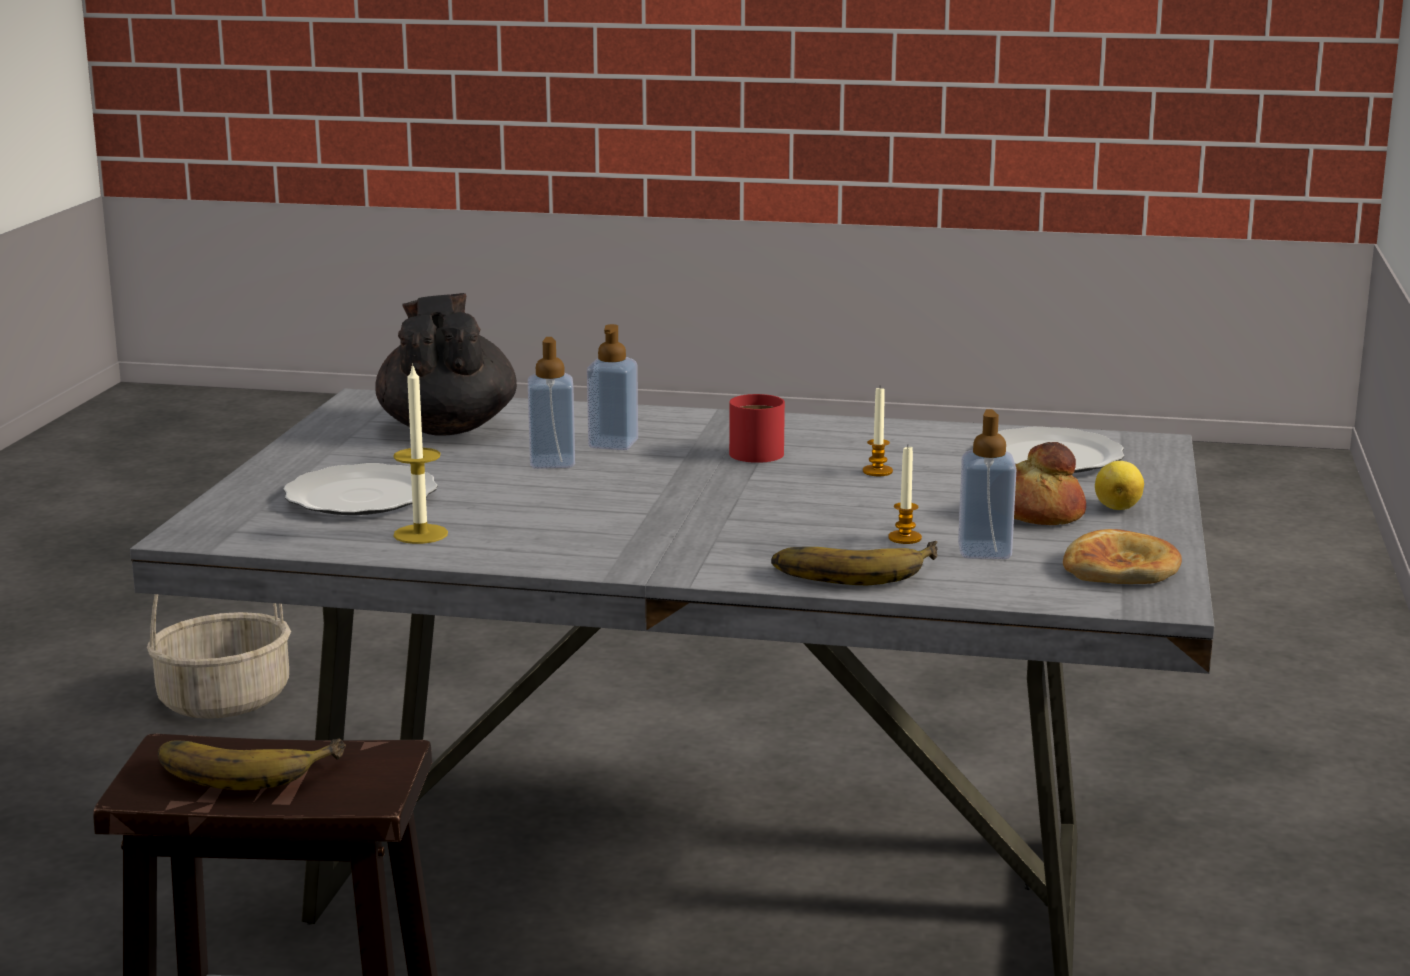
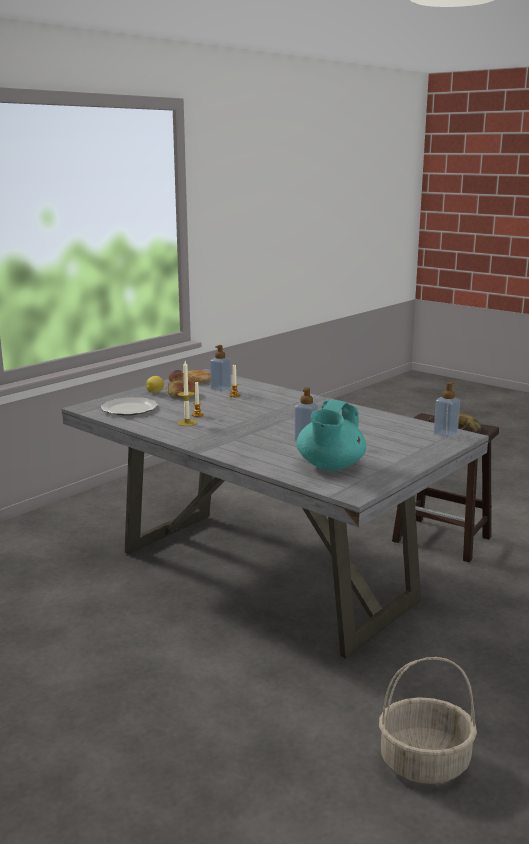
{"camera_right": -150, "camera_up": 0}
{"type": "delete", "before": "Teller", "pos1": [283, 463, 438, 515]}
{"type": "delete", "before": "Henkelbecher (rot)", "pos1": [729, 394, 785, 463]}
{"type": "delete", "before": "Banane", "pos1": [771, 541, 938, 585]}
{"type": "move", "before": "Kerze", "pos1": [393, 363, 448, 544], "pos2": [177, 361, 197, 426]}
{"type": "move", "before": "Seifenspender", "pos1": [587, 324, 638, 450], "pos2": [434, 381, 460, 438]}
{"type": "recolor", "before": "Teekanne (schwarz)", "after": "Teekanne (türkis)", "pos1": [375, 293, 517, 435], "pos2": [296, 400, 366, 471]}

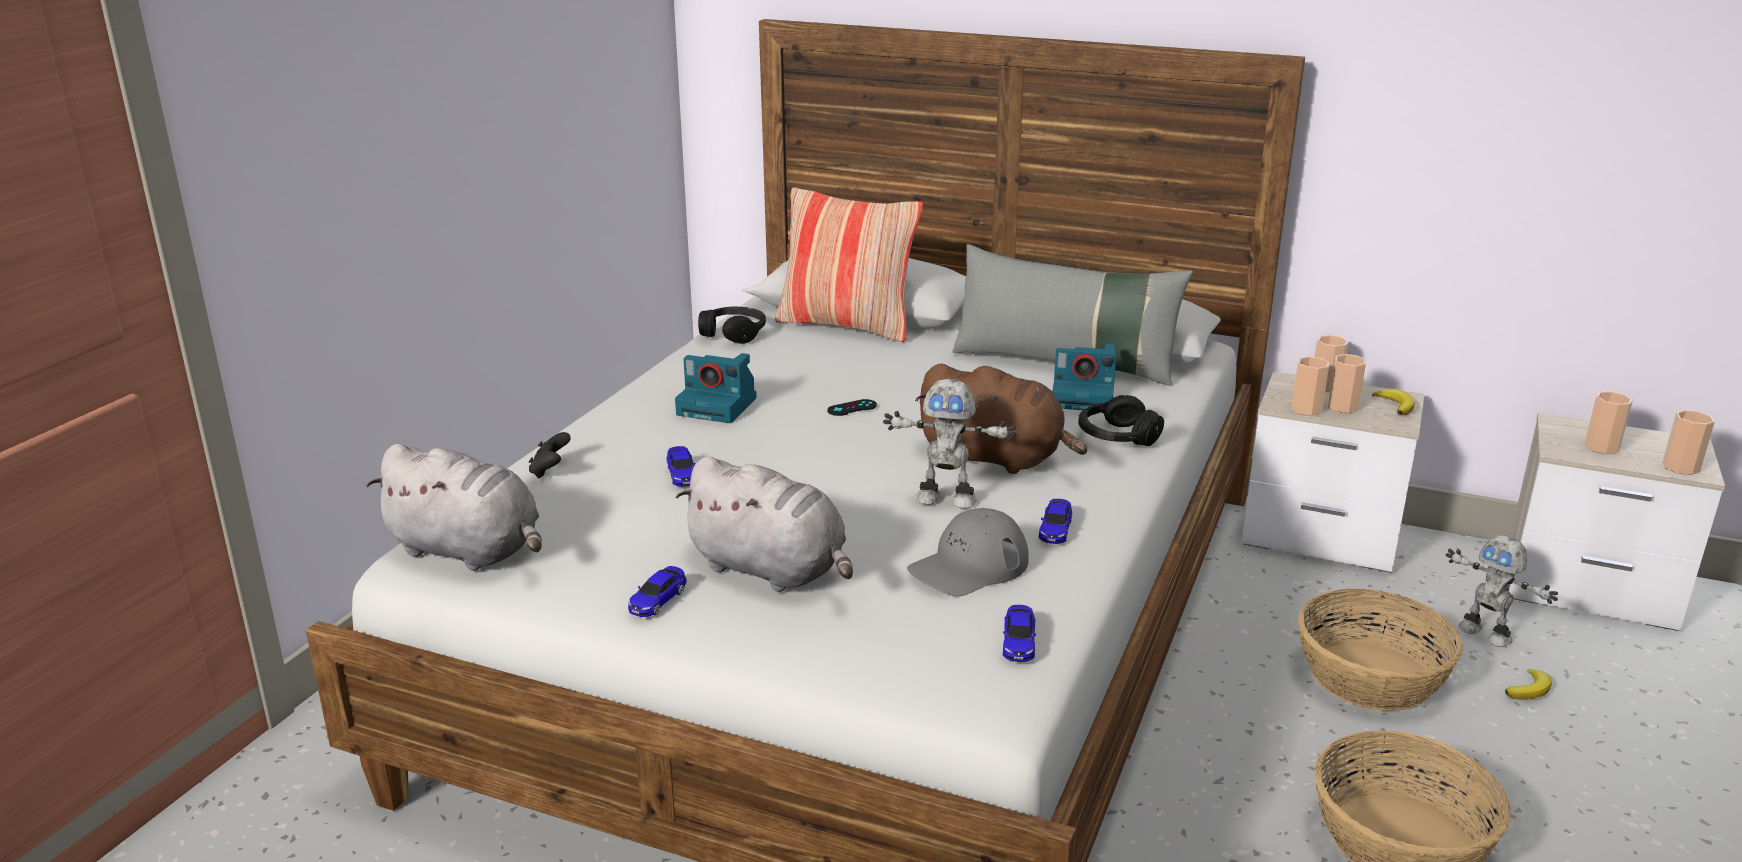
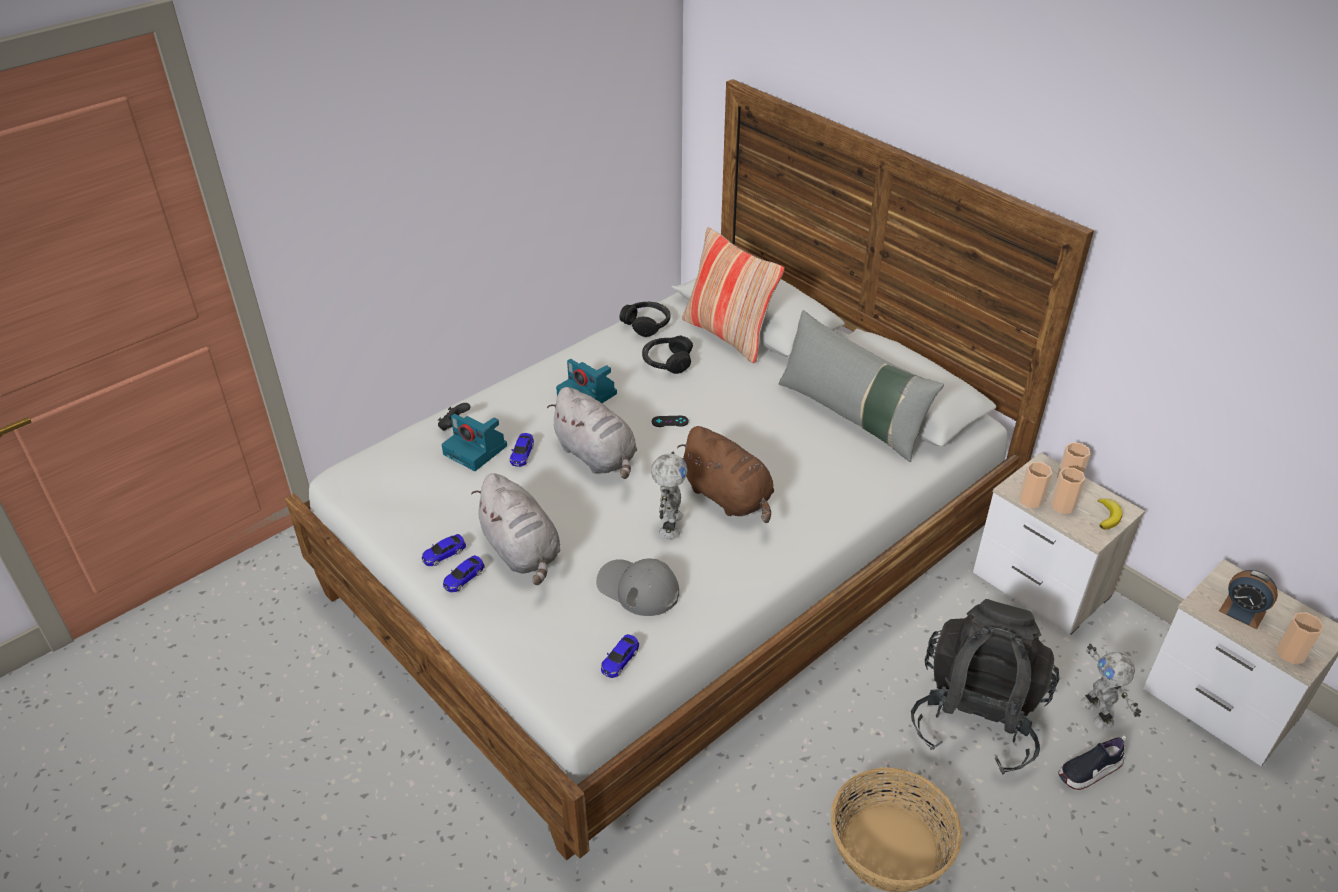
{"camera_right": 25, "camera_up": 15}
{"type": "move", "before": "Plüschtier (grau)", "pos1": [366, 444, 542, 571], "pos2": [547, 387, 637, 479]}
{"type": "move", "before": "Spielzeugauto", "pos1": [1039, 499, 1072, 544], "pos2": [443, 555, 485, 592]}
{"type": "move", "before": "Kamera", "pos1": [1052, 344, 1116, 410], "pos2": [441, 414, 507, 471]}
{"type": "move", "before": "Kopfhörer (schwarz)", "pos1": [1078, 395, 1164, 446], "pos2": [642, 336, 693, 374]}
{"type": "replace", "before": "Korb", "after": "Rucksack (schwarz)", "pos1": [1298, 589, 1463, 711], "pos2": [911, 599, 1059, 774]}
{"type": "replace", "before": "Banane", "after": "Schuh", "pos1": [1505, 669, 1552, 700], "pos2": [1058, 735, 1127, 790]}
{"type": "replace", "before": "Tasse", "after": "Wecker", "pos1": [1584, 391, 1633, 454], "pos2": [1219, 570, 1278, 629]}
{"type": "rotate", "before": "Spielzeugroboter", "pos1": [883, 379, 1017, 509], "pos2": [651, 452, 688, 539], "turn": -120}
{"type": "rotate", "before": "Kappe (grau)", "pos1": [907, 508, 1029, 596], "pos2": [596, 559, 679, 616], "turn": 45}

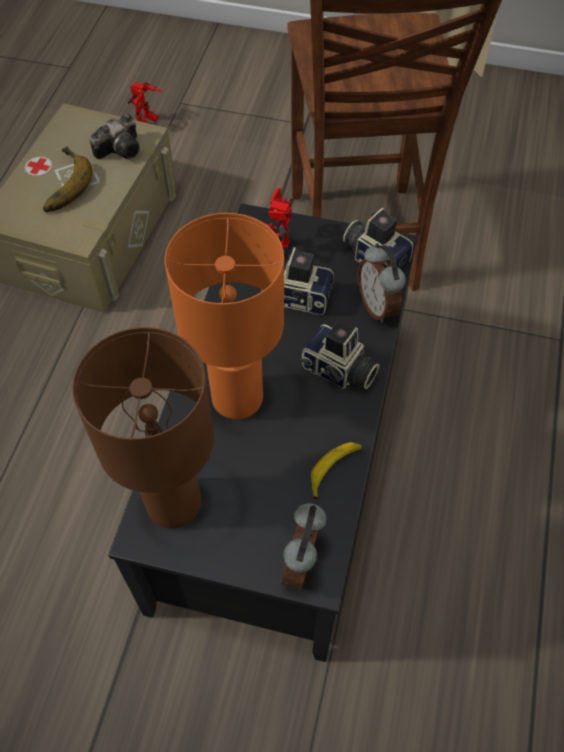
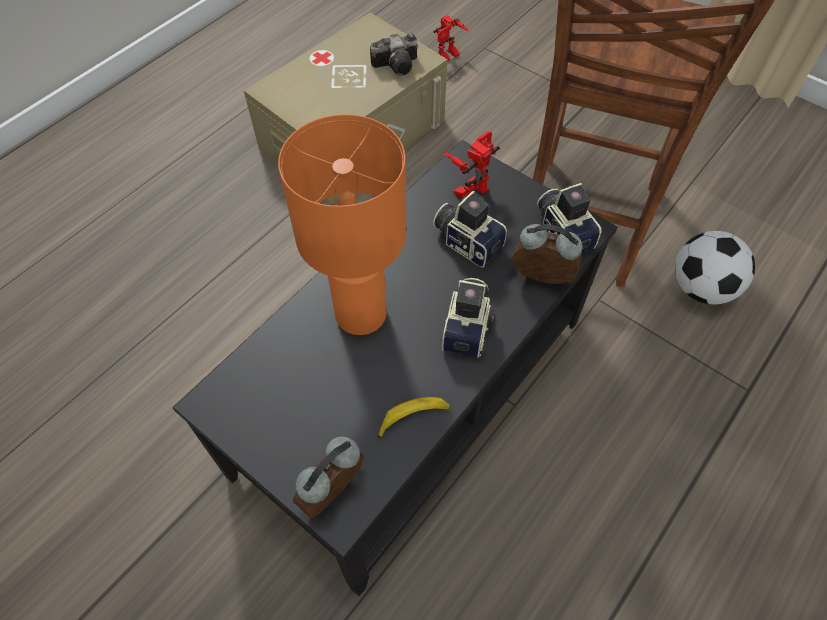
{"camera_right": 25, "camera_up": 0}
{"type": "delete", "before": "Banane", "pos1": [43, 147, 92, 212]}
{"type": "delete", "before": "Tischlampe (braun)", "pos1": [72, 327, 214, 529]}
{"type": "insert", "after": "Fußball", "pos2": [675, 231, 755, 304]}
{"type": "rotate", "before": "Kamera", "pos1": [299, 321, 379, 389], "pos2": [442, 278, 495, 358], "turn": -135}
{"type": "rotate", "before": "Wecker", "pos1": [357, 243, 406, 323], "pos2": [512, 224, 583, 284], "turn": 105}

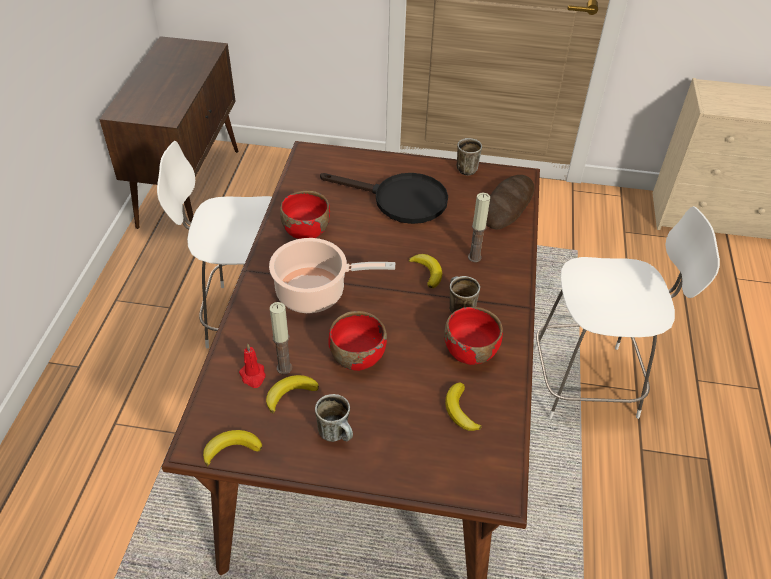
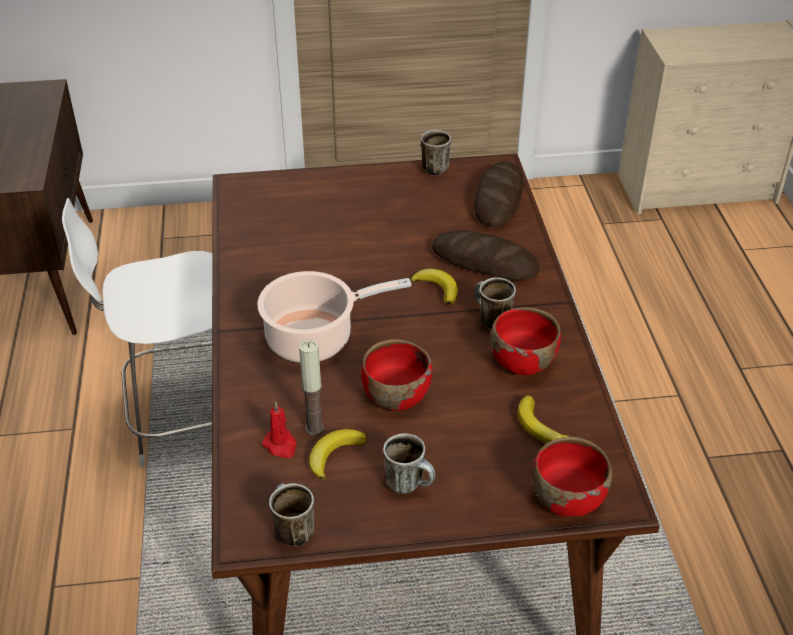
{"camera_right": -15, "camera_up": -5}
{"type": "delete", "before": "Pfanne (schwarz)", "pos1": [320, 173, 448, 224]}
{"type": "delete", "before": "Stuhl (weiß)", "pos1": [534, 206, 720, 419]}
{"type": "move", "before": "Schüssel (rot)", "pos1": [280, 191, 330, 239], "pos2": [532, 436, 612, 517]}
{"type": "replace", "before": "Banane", "after": "Henkelbecher", "pos1": [203, 430, 262, 466], "pos2": [269, 483, 314, 547]}
{"type": "replace", "before": "Kerze", "after": "Brot", "pos1": [468, 193, 490, 262], "pos2": [432, 231, 540, 280]}

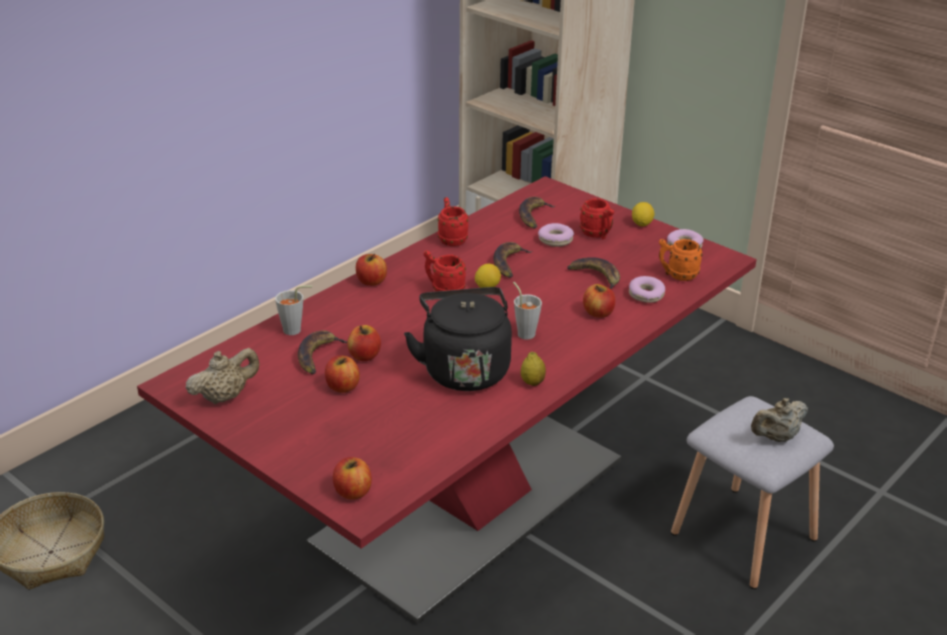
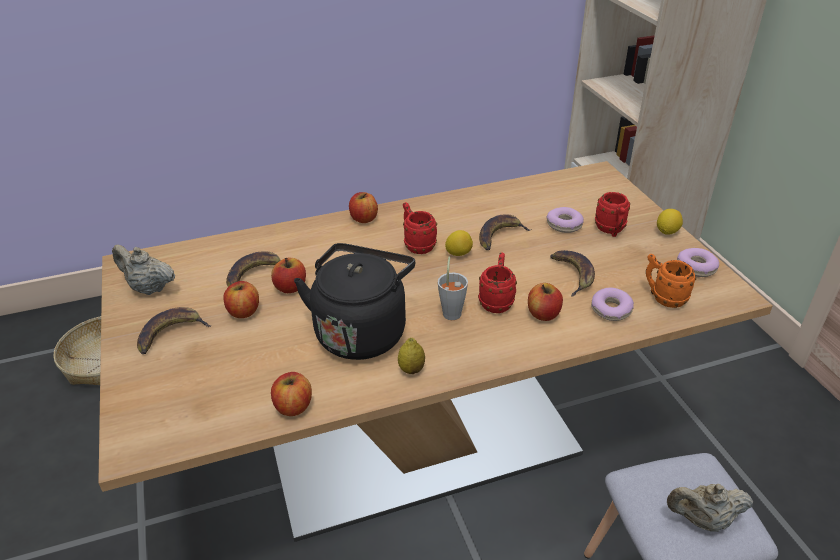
{"camera_right": 30, "camera_up": 5}
{"type": "delete", "before": "Tasse (grau)", "pos1": [275, 285, 313, 335]}
{"type": "move", "before": "Apfel", "pos1": [333, 457, 372, 500], "pos2": [271, 372, 312, 416]}
{"type": "move", "before": "Henkelbecher (rot)", "pos1": [438, 197, 468, 246], "pos2": [478, 253, 517, 313]}
{"type": "move", "before": "Banane", "pos1": [519, 197, 555, 229], "pos2": [137, 307, 211, 354]}
{"type": "recolor", "before": "Esstisch (rot)", "after": "Esstisch (beige)", "pos1": [137, 176, 757, 624], "pos2": [98, 161, 773, 542]}
{"type": "rotate", "before": "Teekanne (beige)", "pos1": [186, 348, 259, 404], "pos2": [112, 245, 175, 295], "turn": -150}

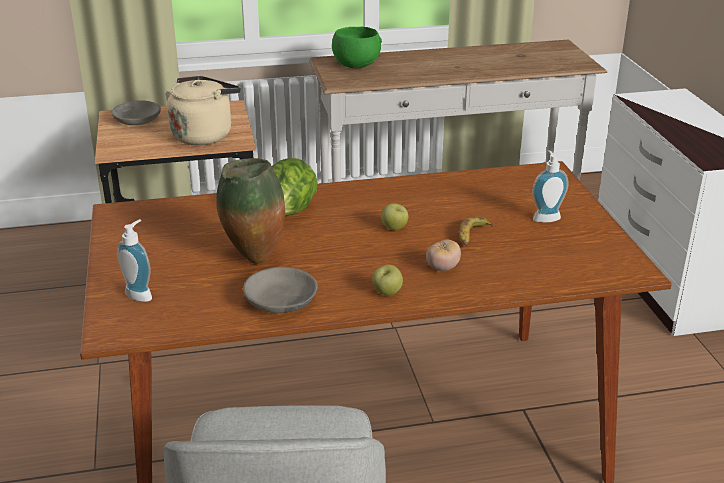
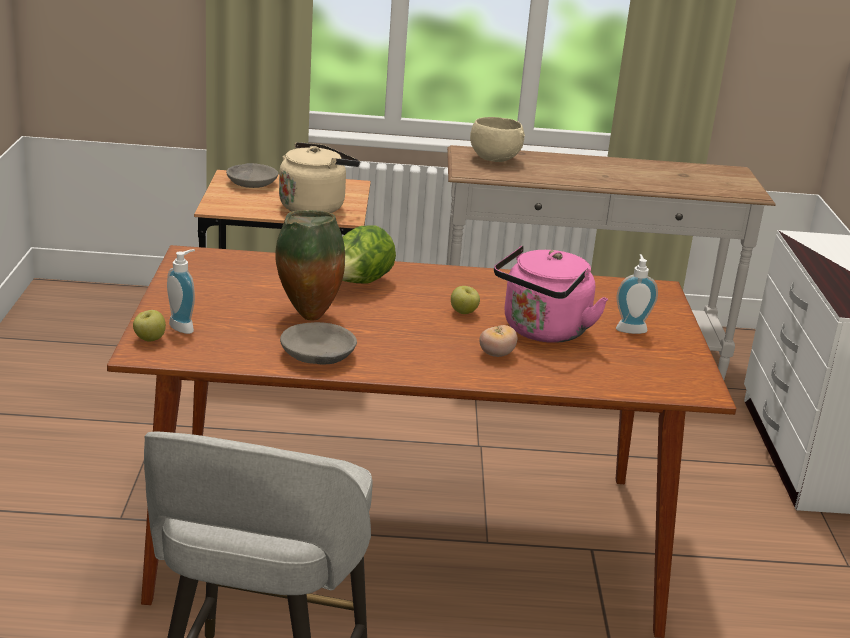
{"camera_right": 10, "camera_up": -5}
{"type": "move", "before": "Apfel", "pos1": [372, 265, 403, 295], "pos2": [133, 310, 166, 342]}
{"type": "replace", "before": "Banane", "after": "Wasserkessel (rosa)", "pos1": [459, 216, 493, 246], "pos2": [494, 246, 608, 343]}
{"type": "recolor", "before": "Schüssel (grün)", "after": "Schüssel (beige)", "pos1": [332, 27, 382, 68], "pos2": [470, 117, 525, 162]}

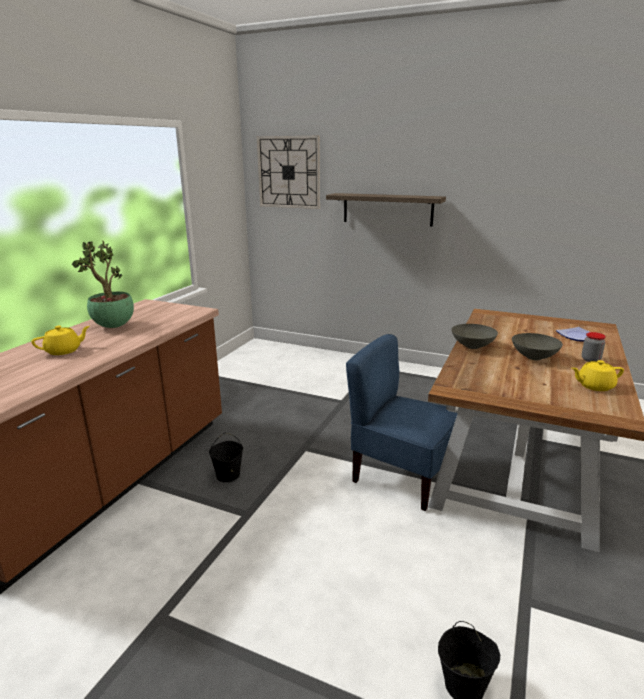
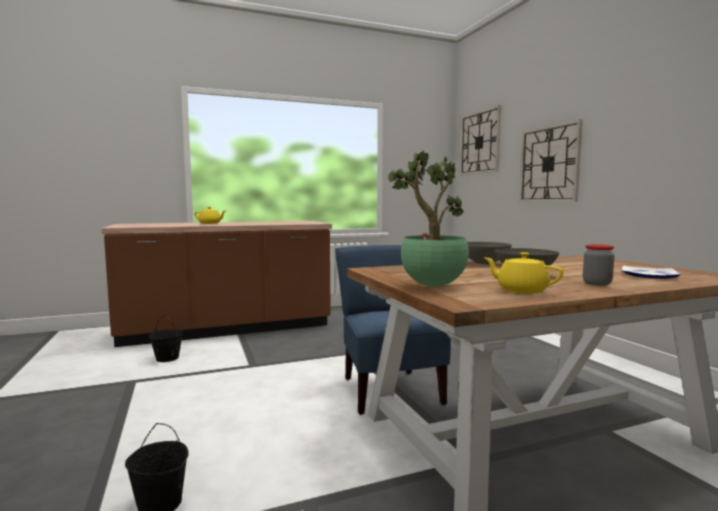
{"camera_right": 45, "camera_up": -15}
{"type": "move", "before": "Topfpflanze", "pos1": [72, 241, 134, 328], "pos2": [388, 150, 469, 287]}
{"type": "move", "before": "Eimer (schwarz)", "pos1": [209, 433, 243, 482], "pos2": [149, 316, 183, 362]}
{"type": "replace", "before": "Wandregal", "after": "Wanduhr", "pos1": [326, 193, 446, 227], "pos2": [519, 119, 583, 202]}

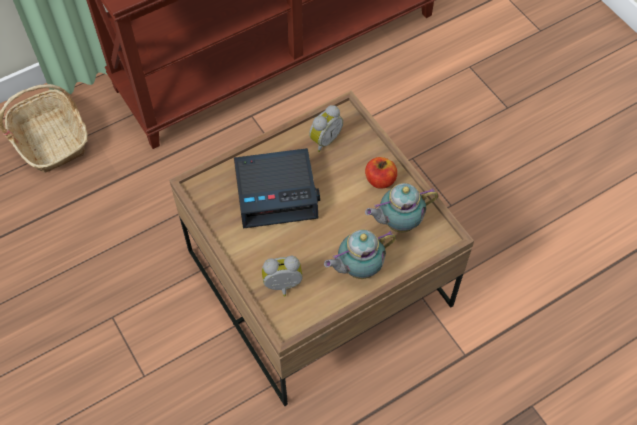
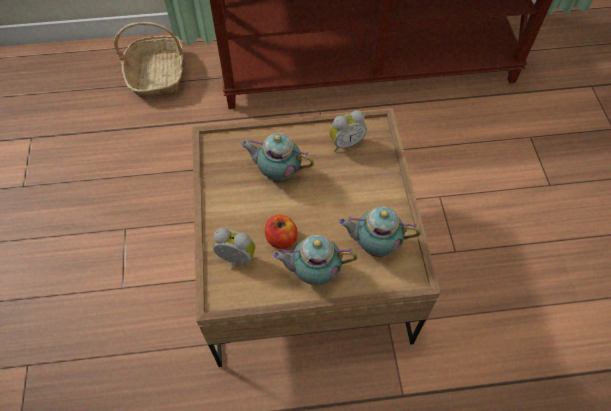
{"camera_right": 25, "camera_up": 0}
{"type": "move", "before": "Apfel", "pos1": [365, 157, 397, 189], "pos2": [265, 215, 298, 249]}
{"type": "replace", "before": "Wecker", "after": "Teekanne", "pos1": [234, 148, 320, 229], "pos2": [241, 133, 314, 183]}

